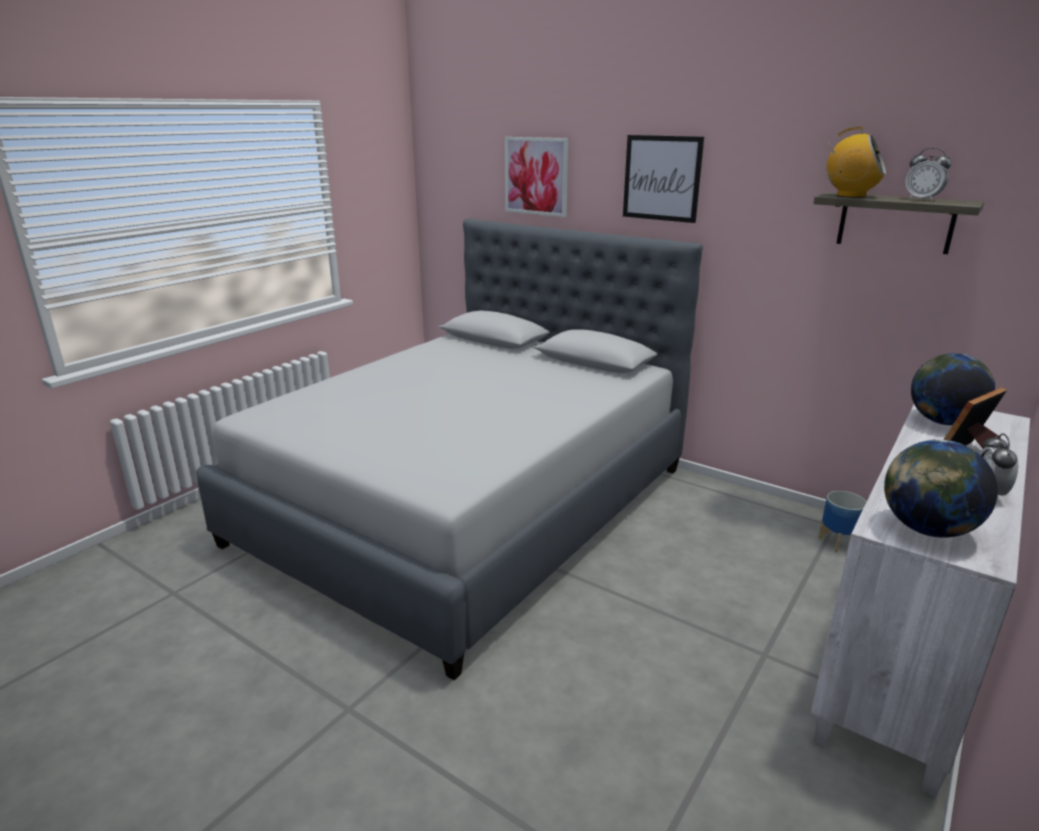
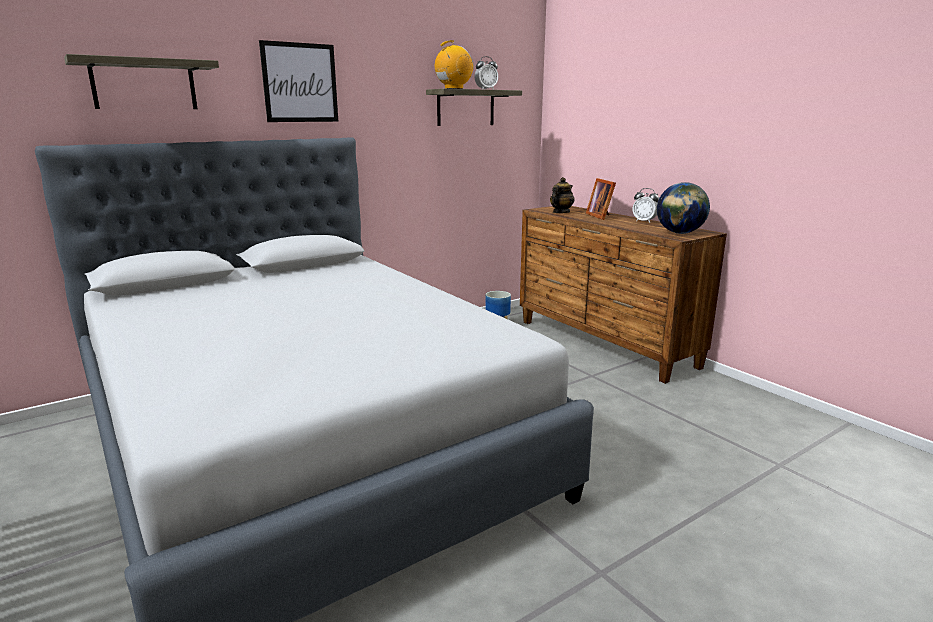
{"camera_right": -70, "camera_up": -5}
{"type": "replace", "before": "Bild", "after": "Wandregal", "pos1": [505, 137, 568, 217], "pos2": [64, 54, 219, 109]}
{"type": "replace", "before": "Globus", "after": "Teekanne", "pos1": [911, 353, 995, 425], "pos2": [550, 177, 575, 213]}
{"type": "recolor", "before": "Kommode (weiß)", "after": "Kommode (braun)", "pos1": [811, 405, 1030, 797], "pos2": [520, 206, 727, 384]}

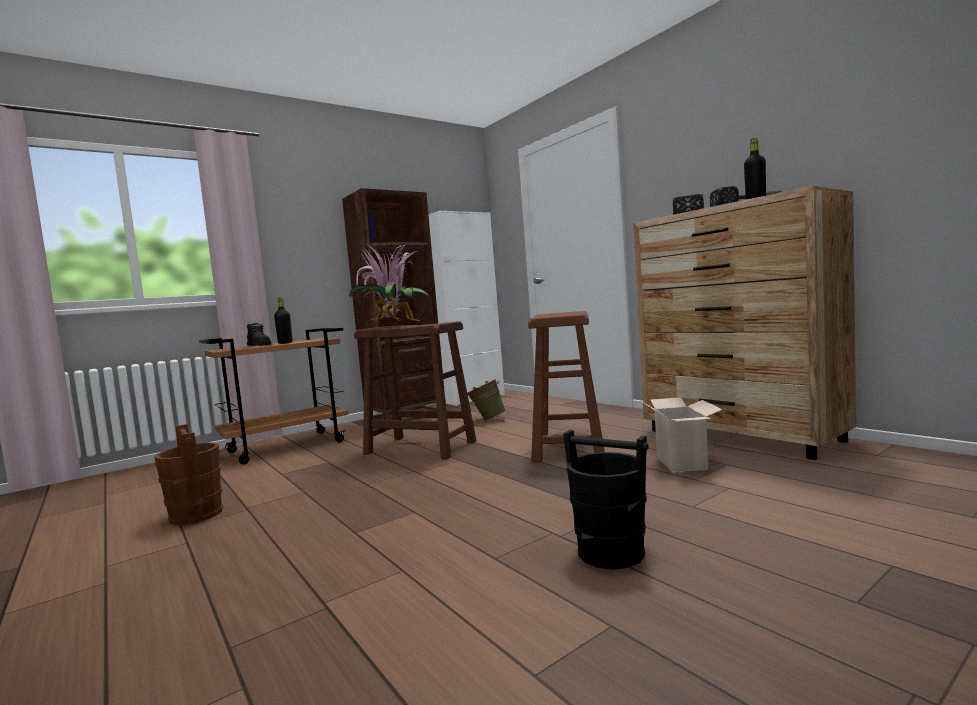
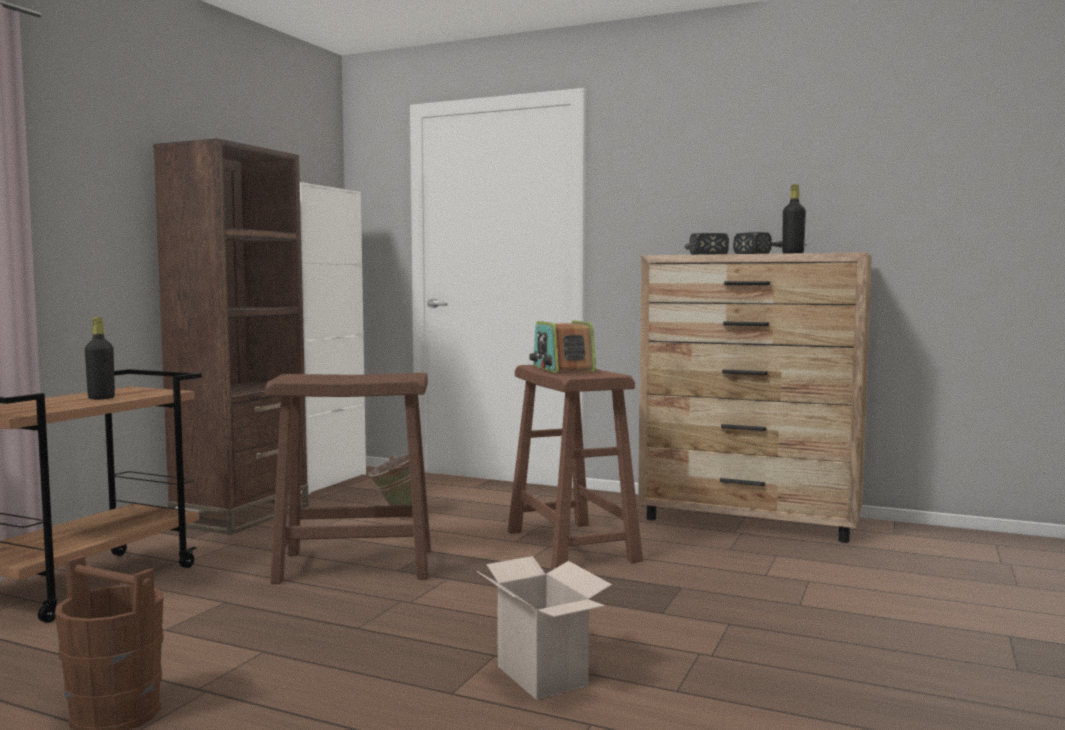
{"camera_right": -30, "camera_up": 0}
{"type": "delete", "before": "Stiefel (schwarz)", "pos1": [247, 323, 271, 346]}
{"type": "delete", "before": "Topfpflanze", "pos1": [349, 243, 428, 323]}
{"type": "delete", "before": "Eimer (schwarz)", "pos1": [563, 430, 648, 570]}
{"type": "insert", "after": "Radio", "pos2": [529, 320, 596, 373]}
{"type": "move", "before": "Karton", "pos1": [641, 397, 723, 472], "pos2": [477, 556, 612, 700]}

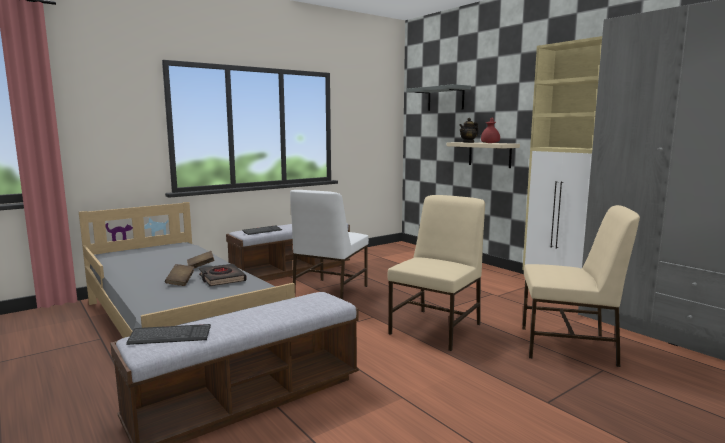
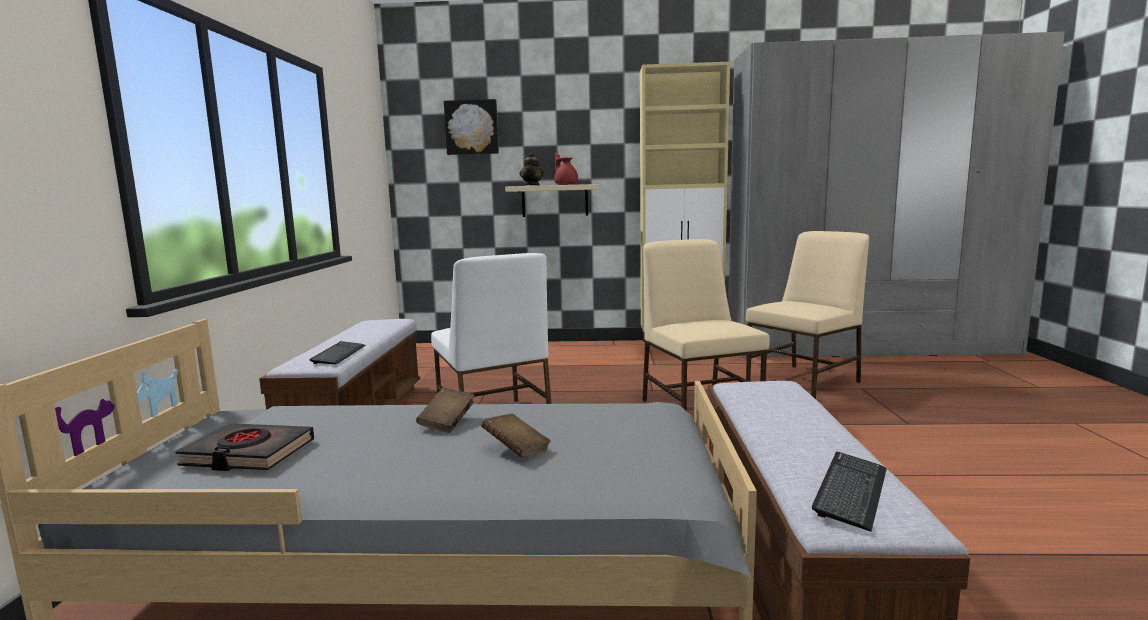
{"camera_right": -50, "camera_up": 0}
{"type": "move", "before": "Buch (schwarz)", "pos1": [199, 264, 247, 286], "pos2": [175, 423, 314, 471]}
{"type": "replace", "before": "Wandregal (grau)", "after": "Bild", "pos1": [406, 84, 471, 111], "pos2": [444, 99, 499, 155]}

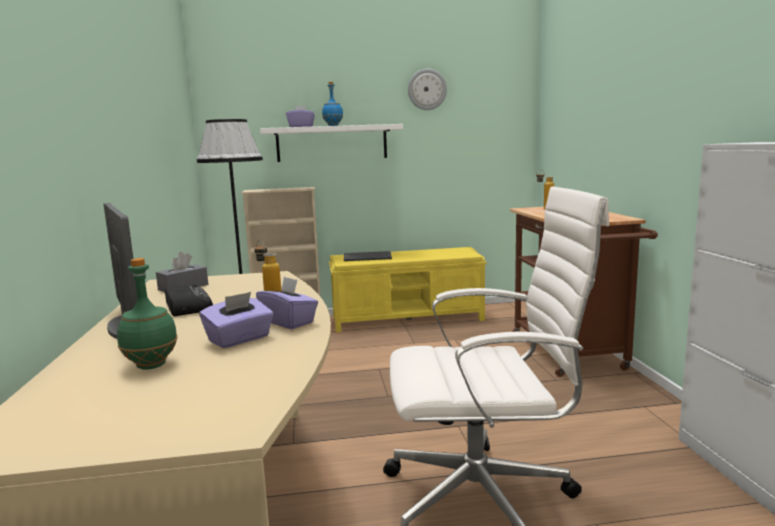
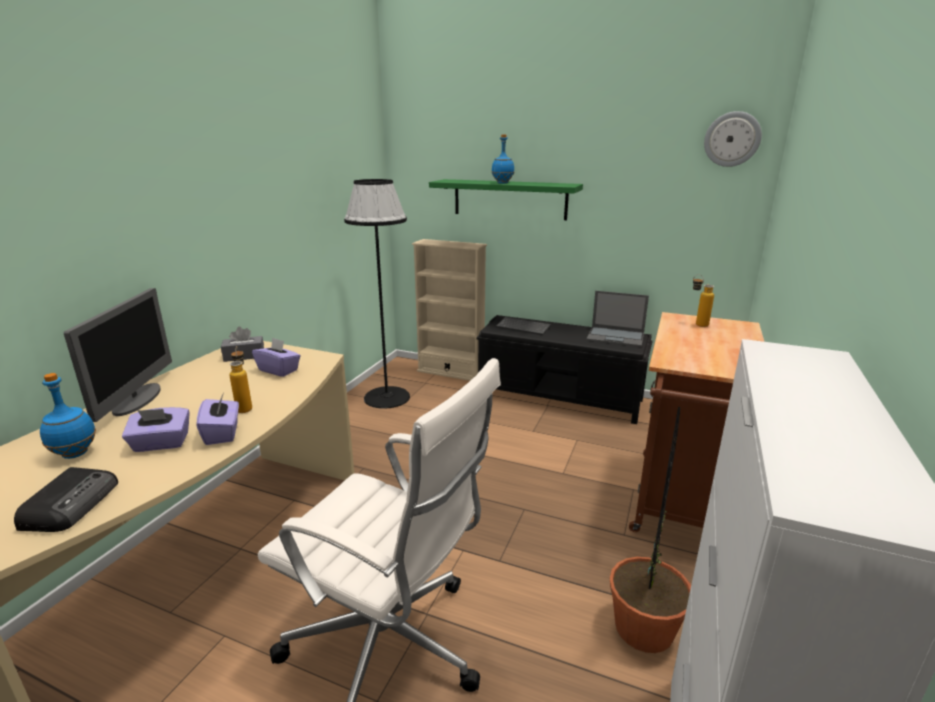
{"camera_right": 30, "camera_up": 10}
{"type": "insert", "after": "Laptop", "pos2": [586, 291, 649, 347]}
{"type": "insert", "after": "Topfpflanze", "pos2": [610, 407, 691, 653]}
{"type": "move", "before": "Radio", "pos1": [165, 285, 213, 316], "pos2": [14, 467, 118, 532]}
{"type": "move", "before": "Taschentuchbox (lila)", "pos1": [286, 105, 315, 127], "pos2": [252, 337, 301, 377]}
{"type": "move", "before": "Wanduhr", "pos1": [408, 69, 447, 110], "pos2": [704, 111, 762, 167]}
{"type": "recolor", "before": "Flasche (grün)", "after": "Flasche (blau)", "pos1": [117, 258, 178, 370], "pos2": [40, 373, 96, 459]}
{"type": "recolor", "before": "Wandregal (weiß)", "after": "Wandregal (grün)", "pos1": [260, 124, 403, 162], "pos2": [429, 179, 583, 220]}
{"type": "recolor", "before": "Bank (gelb)", "after": "Bank (schwarz)", "pos1": [329, 247, 487, 333], "pos2": [477, 315, 652, 424]}

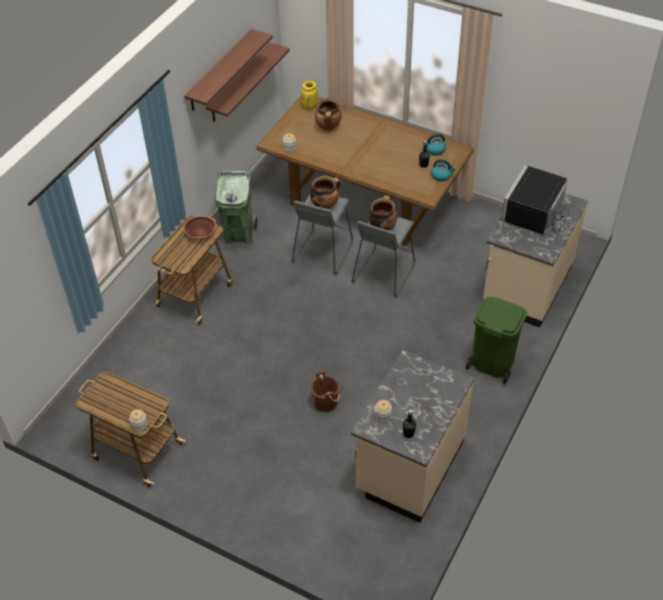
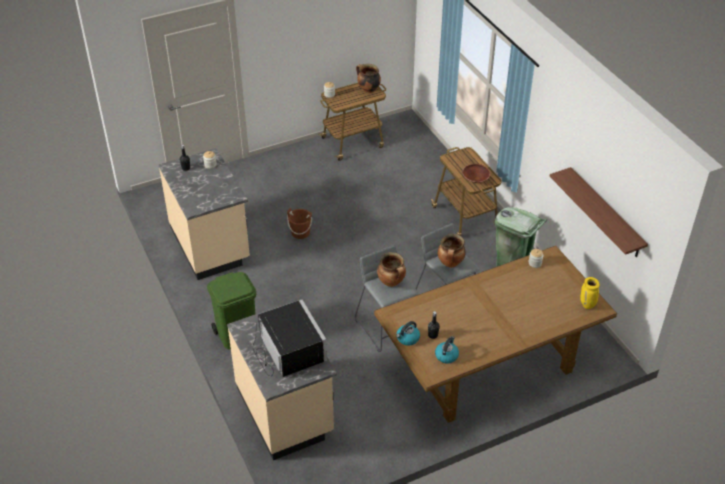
{"camera_right": 125, "camera_up": -5}
{"type": "delete", "before": "Wandregal", "pos1": [184, 29, 273, 111]}
{"type": "move", "before": "Kochtopf", "pos1": [315, 98, 341, 131], "pos2": [356, 64, 381, 93]}

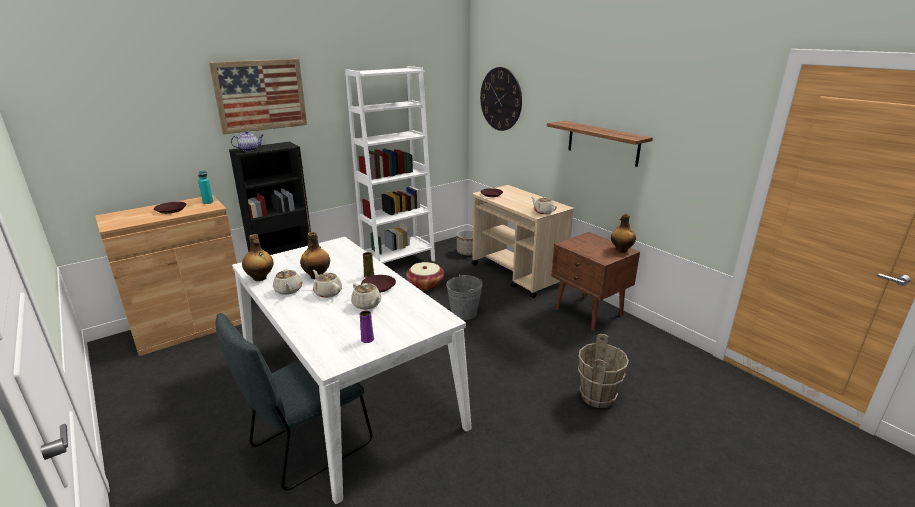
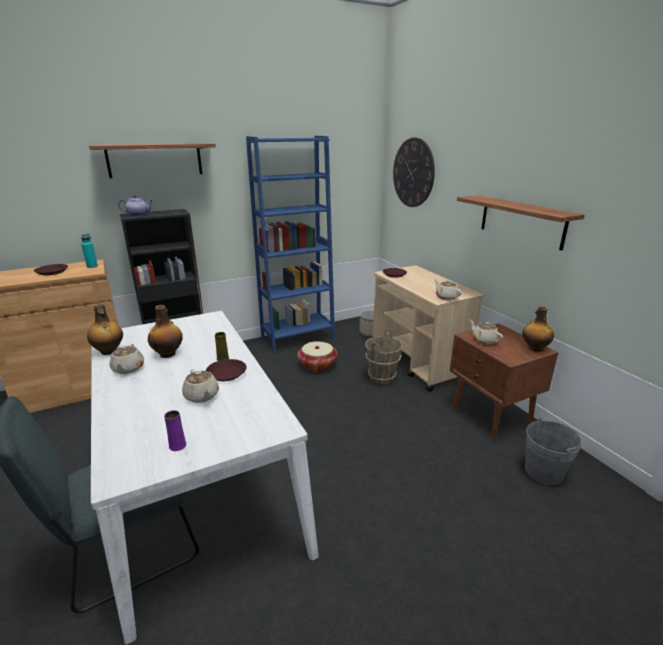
{"camera_right": 10, "camera_up": 0}
{"type": "move", "before": "Teekanne (beige)", "pos1": [313, 270, 342, 298], "pos2": [469, 320, 503, 344]}
{"type": "move", "before": "Eimer (grau)", "pos1": [446, 274, 482, 320], "pos2": [525, 418, 582, 485]}
{"type": "move", "before": "Eimer (braun)", "pos1": [578, 334, 629, 408], "pos2": [365, 329, 403, 384]}
{"type": "replace", "before": "Bild", "after": "Wandregal", "pos1": [209, 59, 307, 134], "pos2": [89, 143, 216, 178]}
{"type": "recolor", "before": "Bücherregal (weiß)", "after": "Bücherregal (blau)", "pos1": [345, 66, 435, 263], "pos2": [246, 136, 335, 354]}

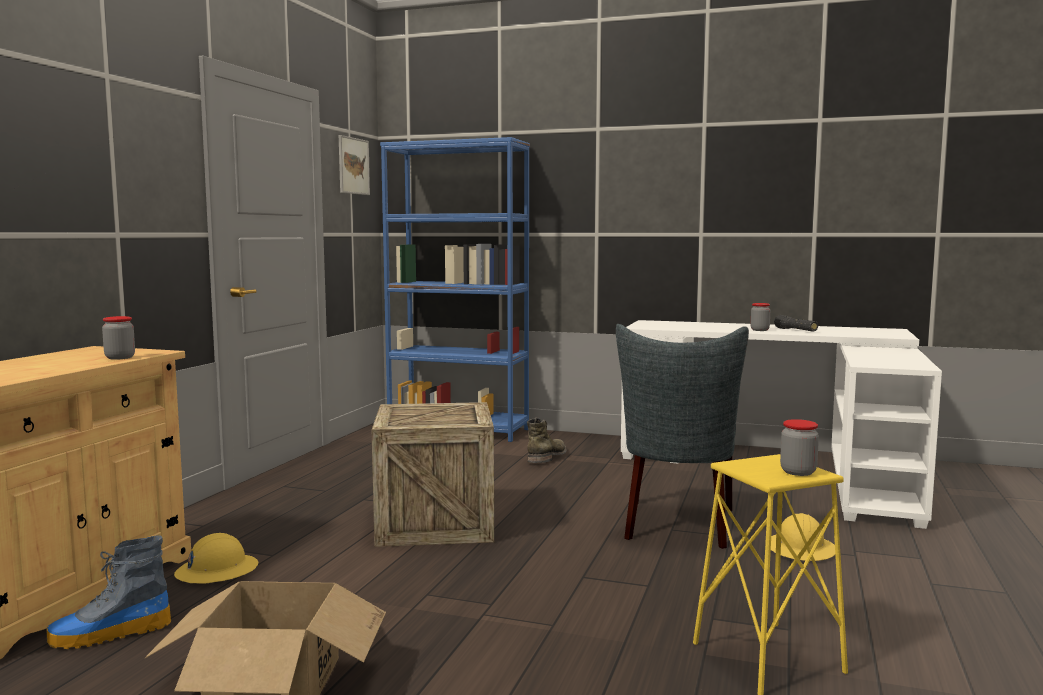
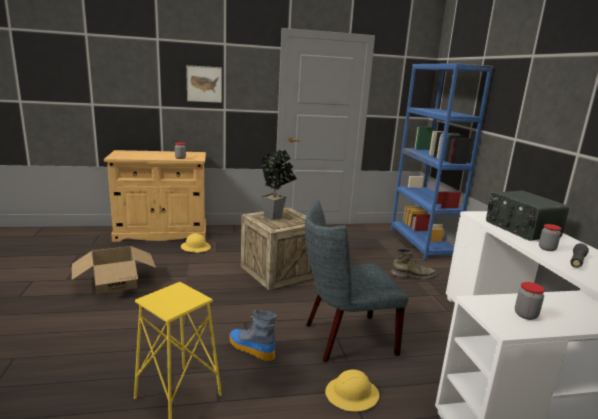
{"camera_right": 60, "camera_up": 10}
{"type": "insert", "after": "Topfpflanze", "pos2": [260, 150, 297, 220]}
{"type": "insert", "after": "Radio", "pos2": [486, 191, 569, 241]}
{"type": "move", "before": "Stiefel", "pos1": [46, 535, 171, 649], "pos2": [230, 309, 277, 361]}
{"type": "move", "before": "Bild", "pos1": [339, 135, 370, 195], "pos2": [186, 65, 222, 103]}
{"type": "move", "before": "Vorratsglas", "pos1": [780, 419, 819, 476], "pos2": [515, 282, 545, 320]}

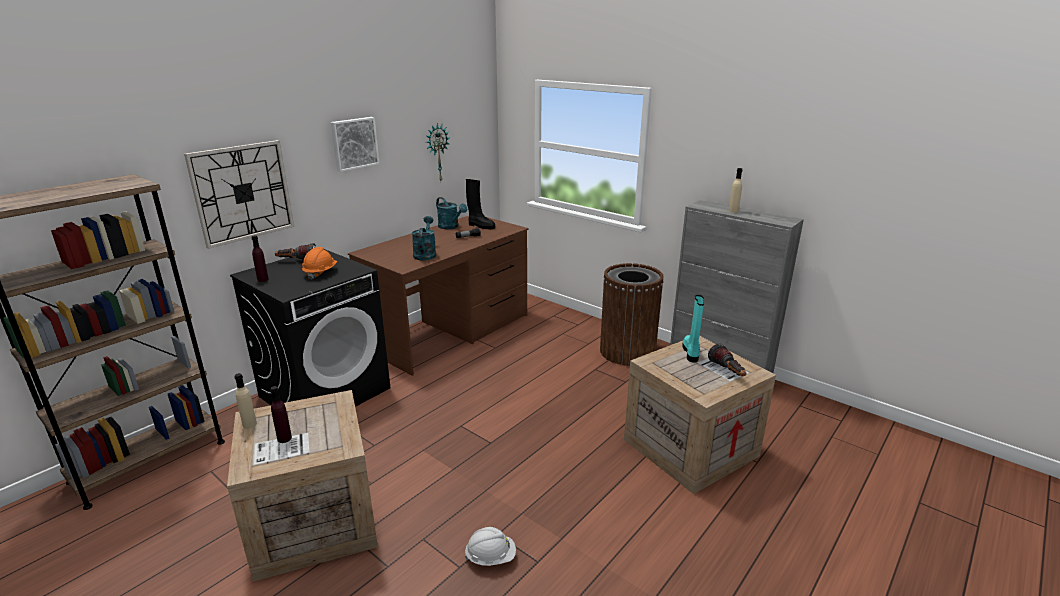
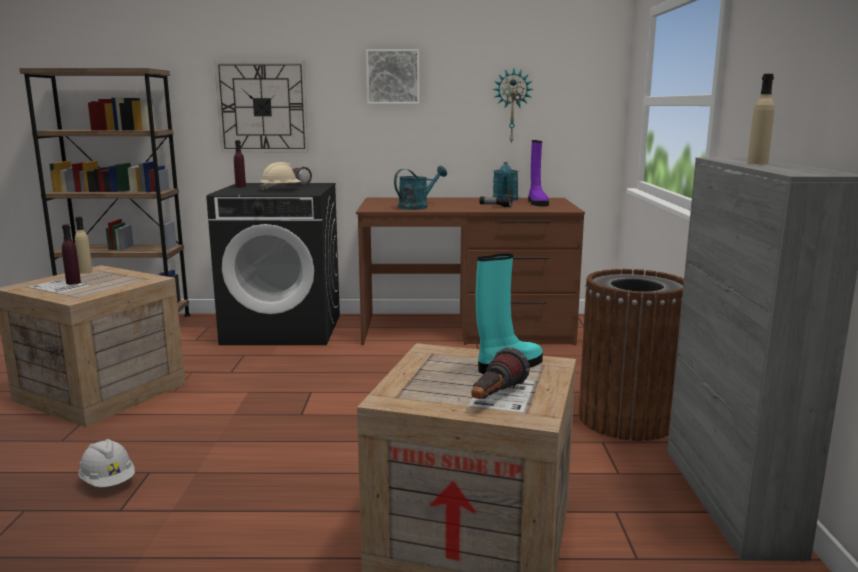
{"camera_right": 50, "camera_up": -10}
{"type": "recolor", "before": "Schutzhelm (orange)", "after": "Schutzhelm (beige)", "pos1": [302, 247, 337, 280], "pos2": [260, 162, 301, 191]}
{"type": "recolor", "before": "Stiefel (schwarz)", "after": "Stiefel (lila)", "pos1": [466, 179, 495, 229], "pos2": [528, 140, 549, 206]}

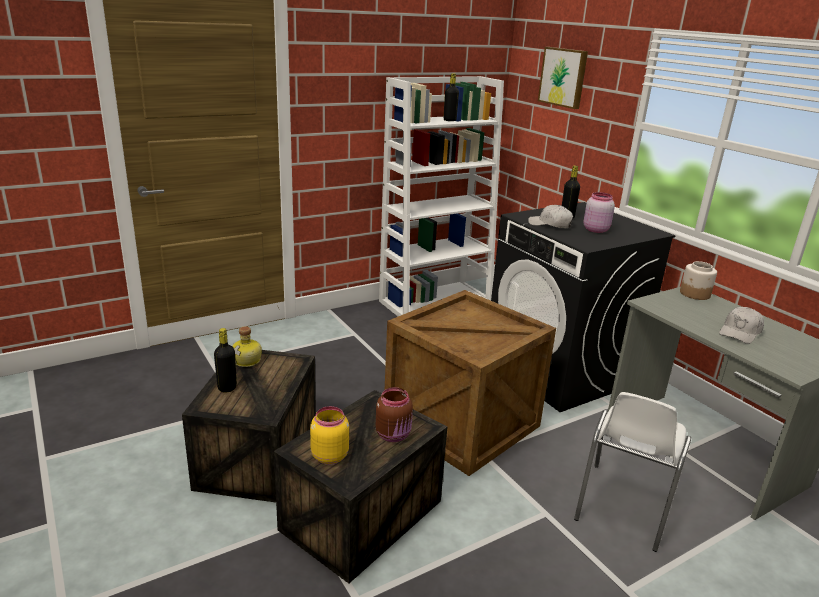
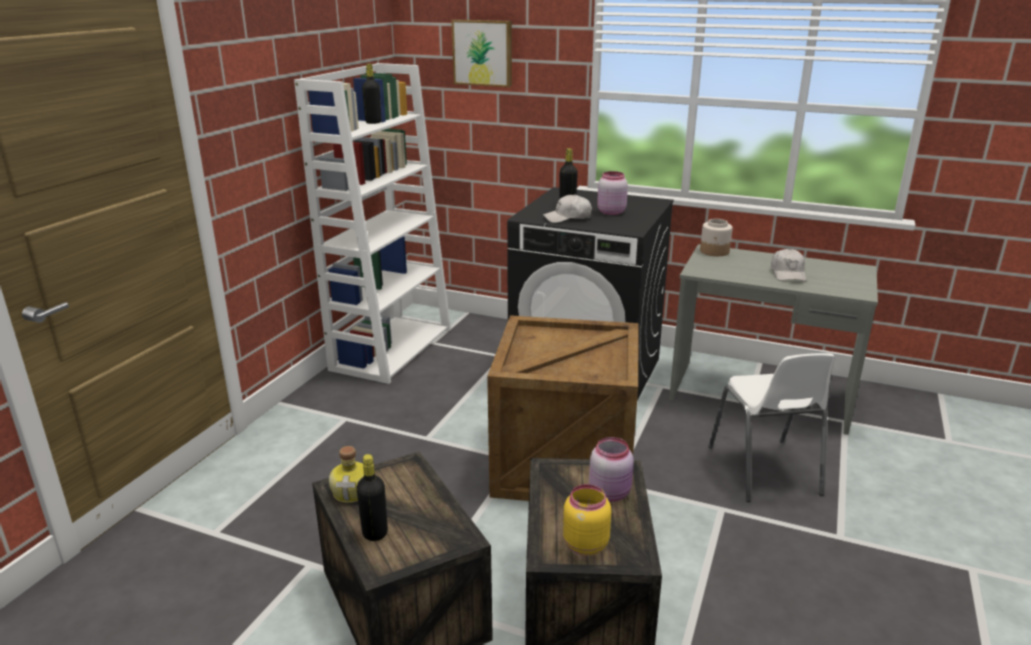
{"camera_right": -35, "camera_up": 0}
{"type": "recolor", "before": "Vorratsglas (braun)", "after": "Vorratsglas (rosa)", "pos1": [376, 387, 413, 442], "pos2": [589, 437, 634, 502]}

